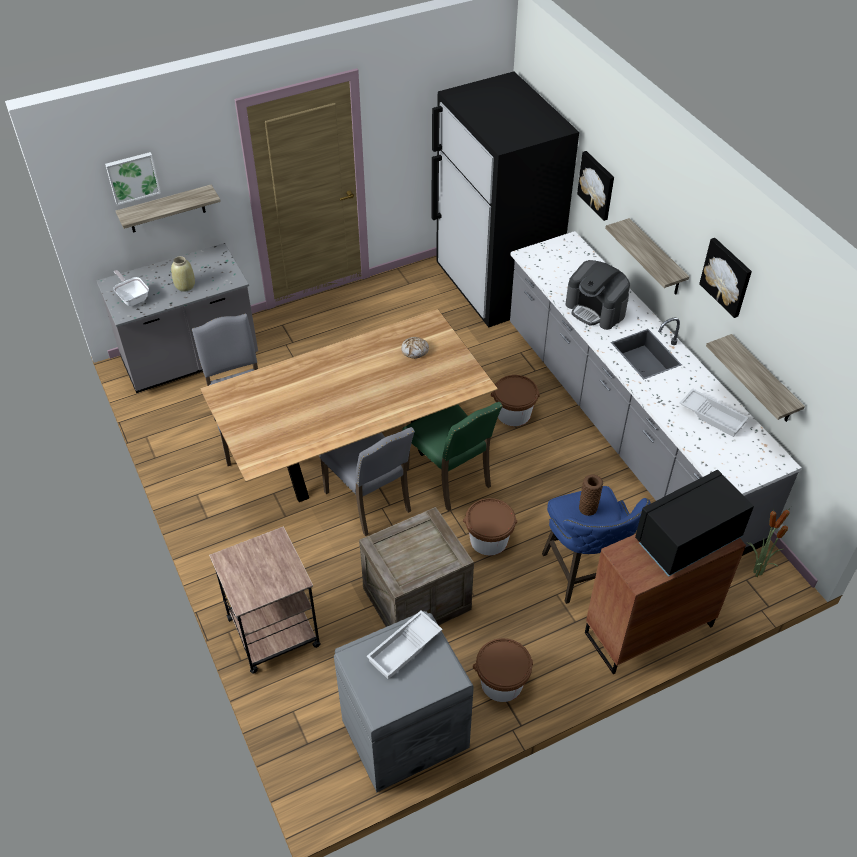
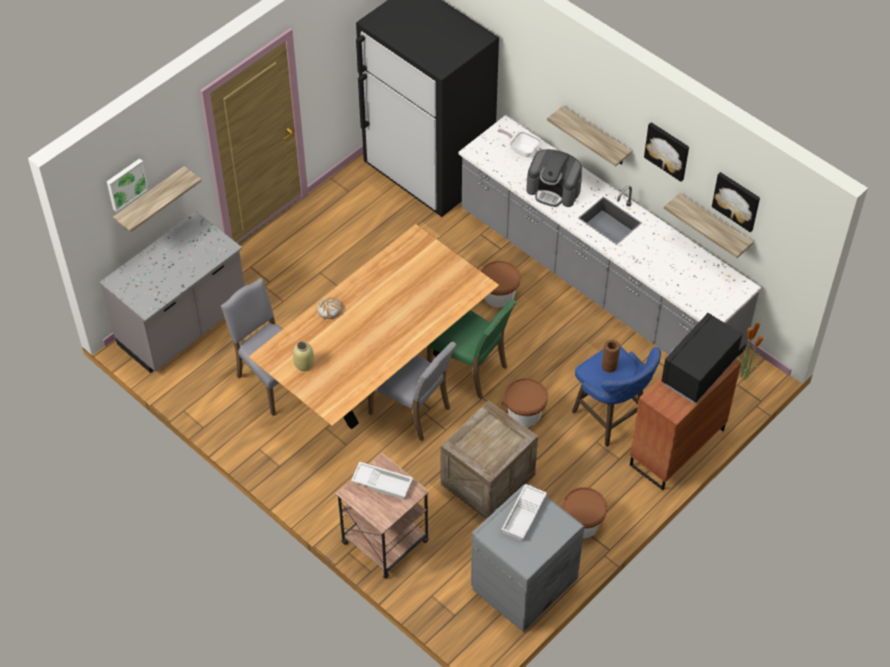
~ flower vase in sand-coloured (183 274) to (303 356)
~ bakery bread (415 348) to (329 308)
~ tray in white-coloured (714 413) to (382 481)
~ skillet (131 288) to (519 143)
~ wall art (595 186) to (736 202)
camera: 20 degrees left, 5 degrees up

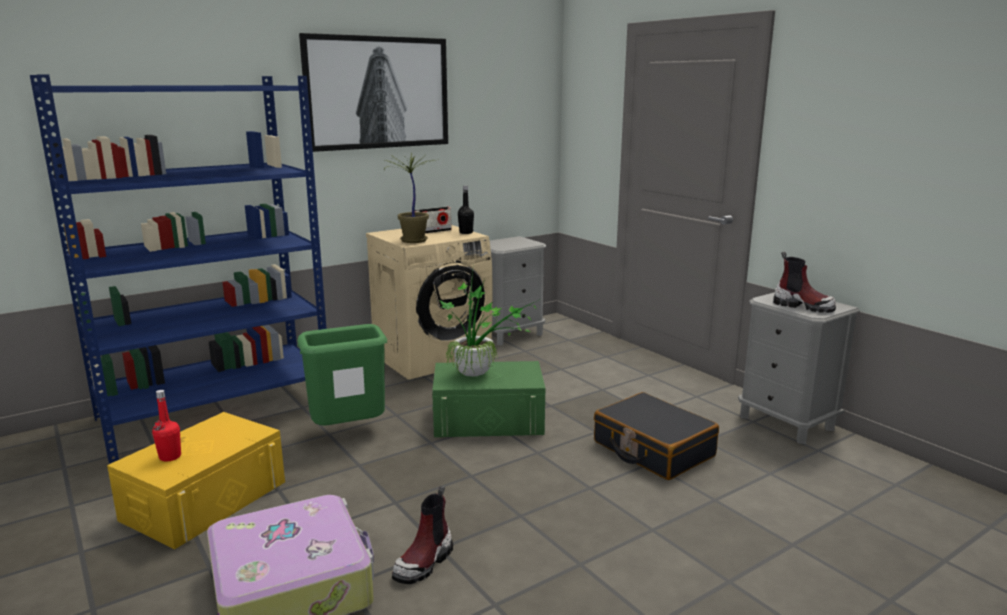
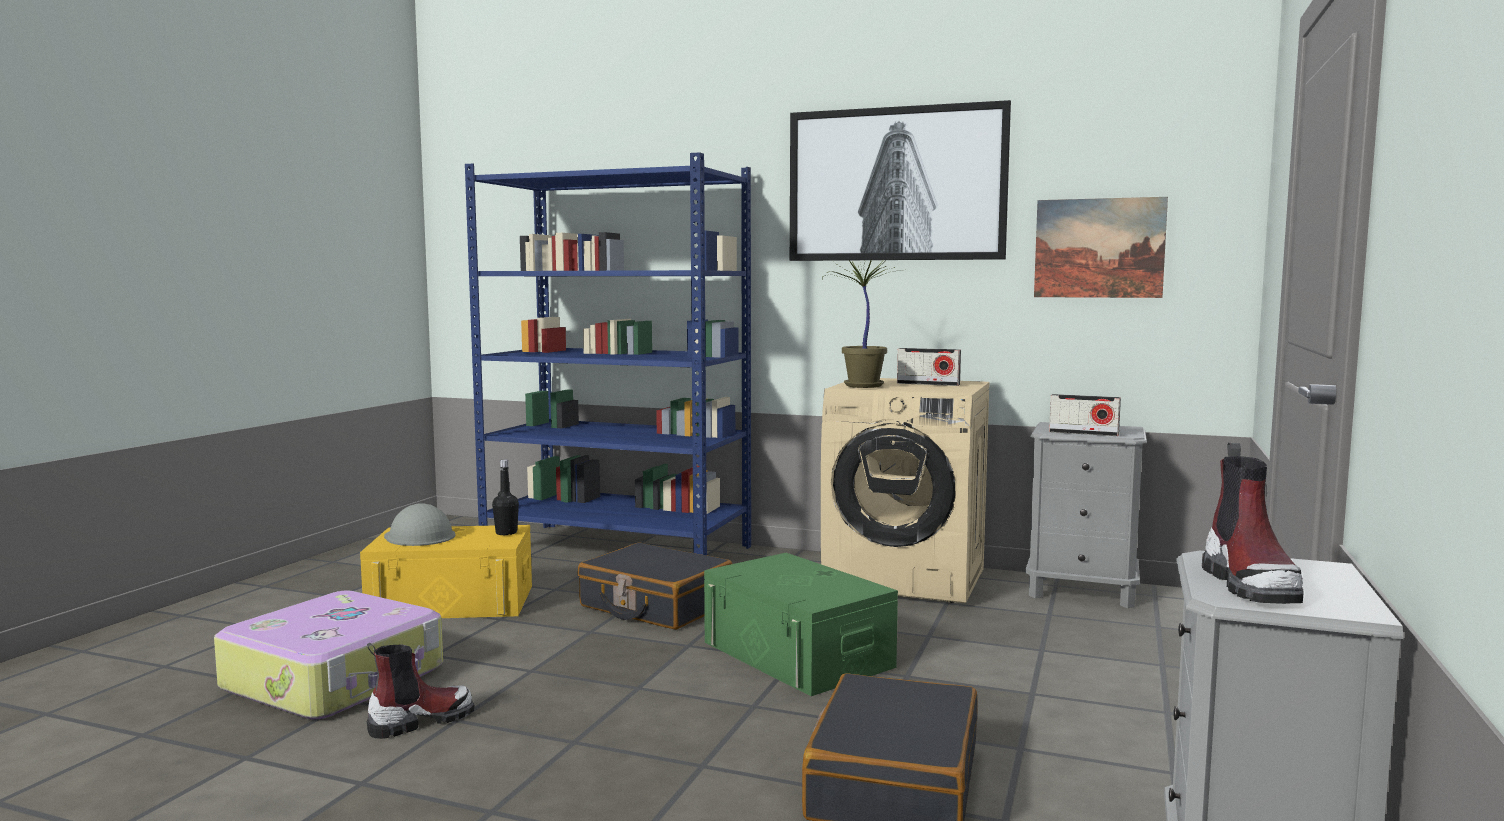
~ high-top boot (422 535) = (420 691) 150 degrees clockwise
~ beverage bottle in red-coloured (166 426) to safety helmet in greyish (420 524)
~ beverage bottle in blackish (466 209) to (505 497)
~ waste bin in greenish (342 375) to suitcase in blackish (655 586)
+ wall art (1101 247)
+ radio set (1085 415)
- plant in a pot (487 324)
camera: 55 degrees right, 10 degrees down

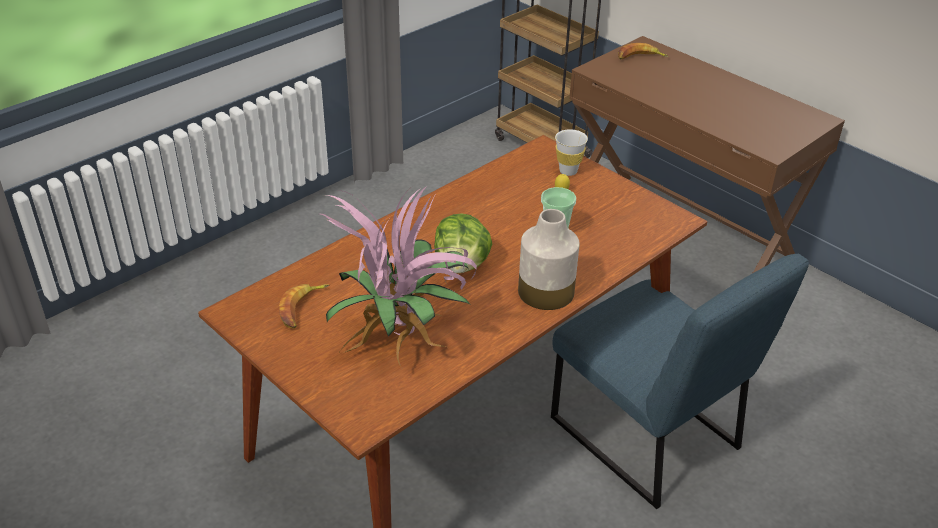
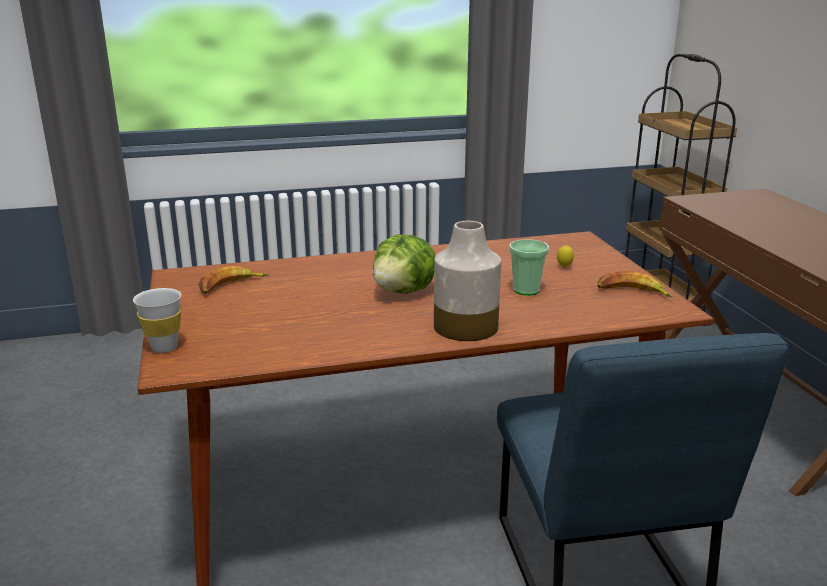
~ cup in white-coloured (571 152) to (157 320)
~ whole banana (643 51) to (634 284)
- plant in a pot (399 277)
camera: 30 degrees right, 15 degrees down

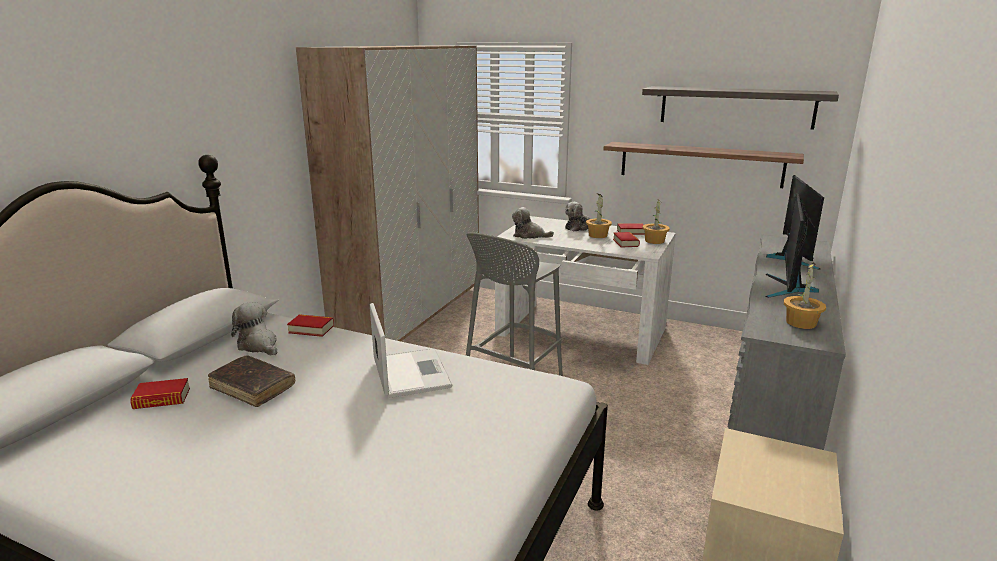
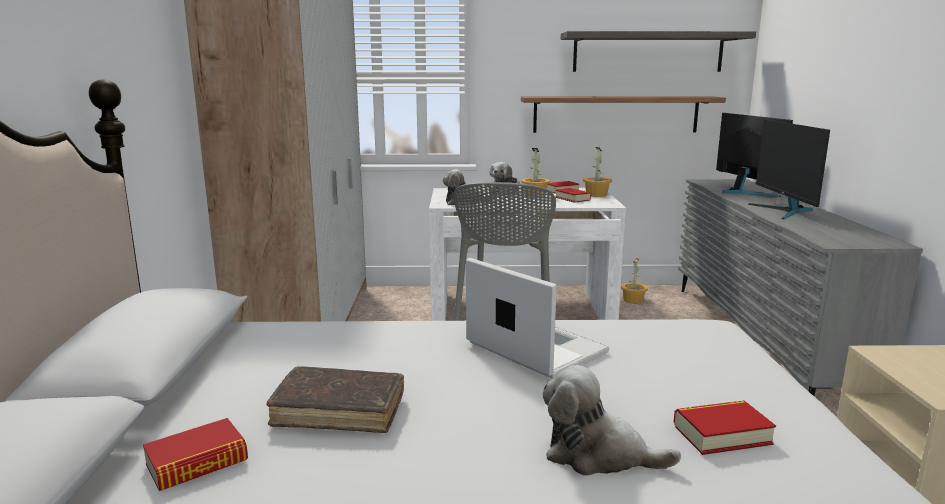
~ cuddly toy (254 329) to (612 420)
~ plant in a pot (805 295) to (634 281)
~ bound book (310 325) to (725 428)
camera: 25 degrees left, 5 degrees down

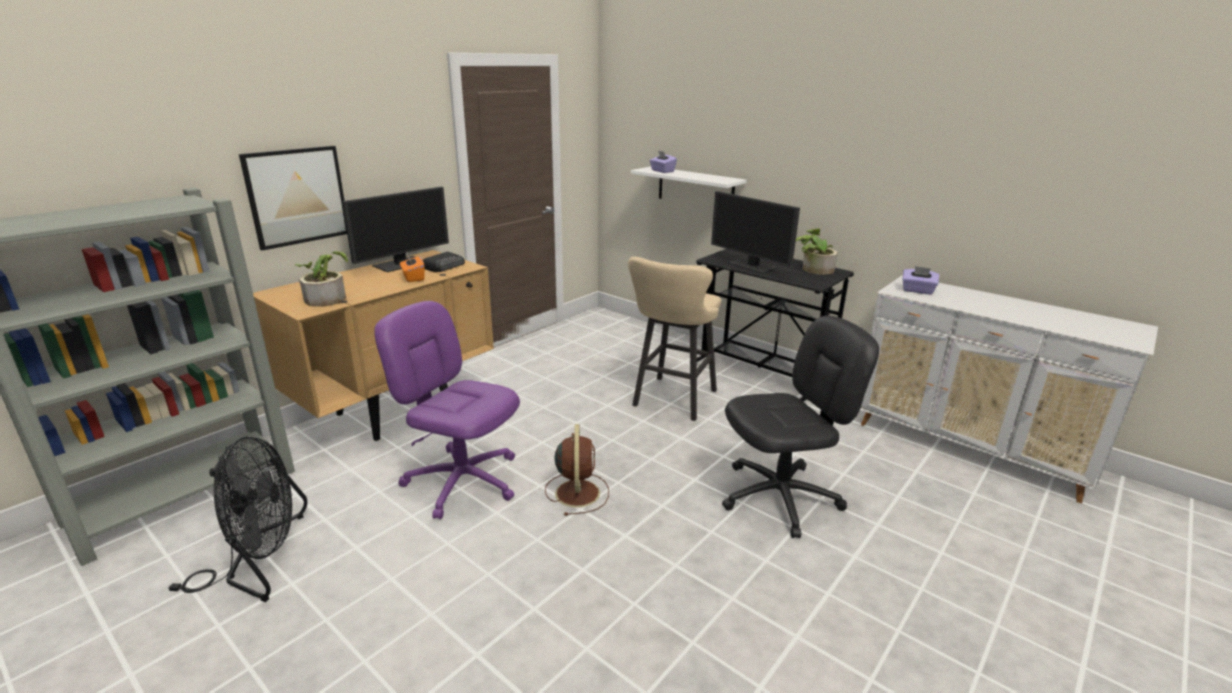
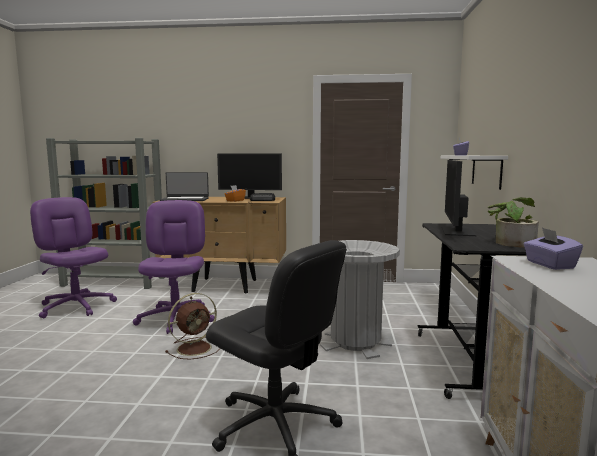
~ fan in blackish (238 519) to desk chair in purple-coloured (73 257)
~ plant in a pot (321 279) to notebook computer (184 186)
~ stool in sand-coloured (674 339) to waste bin in greyish (360 299)
- wall art (293 198)
camera: 55 degrees right, 15 degrees down

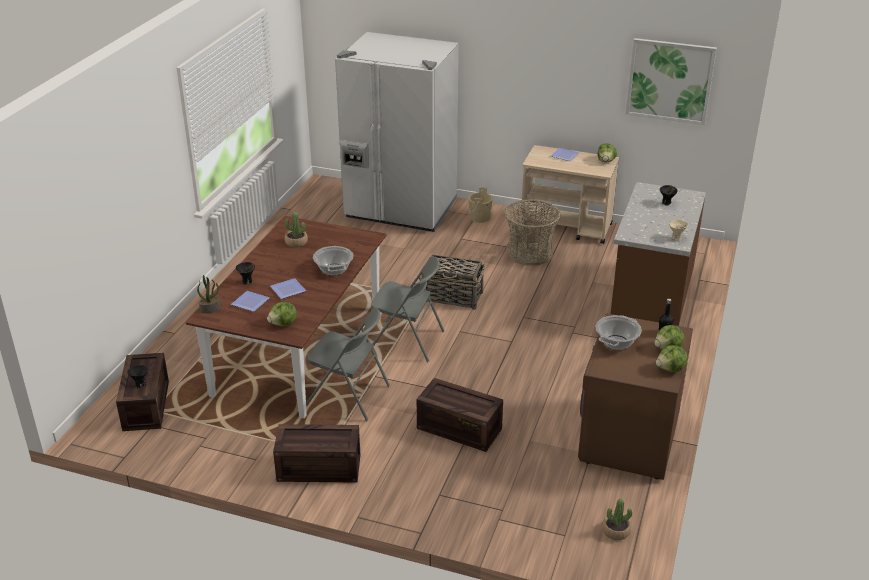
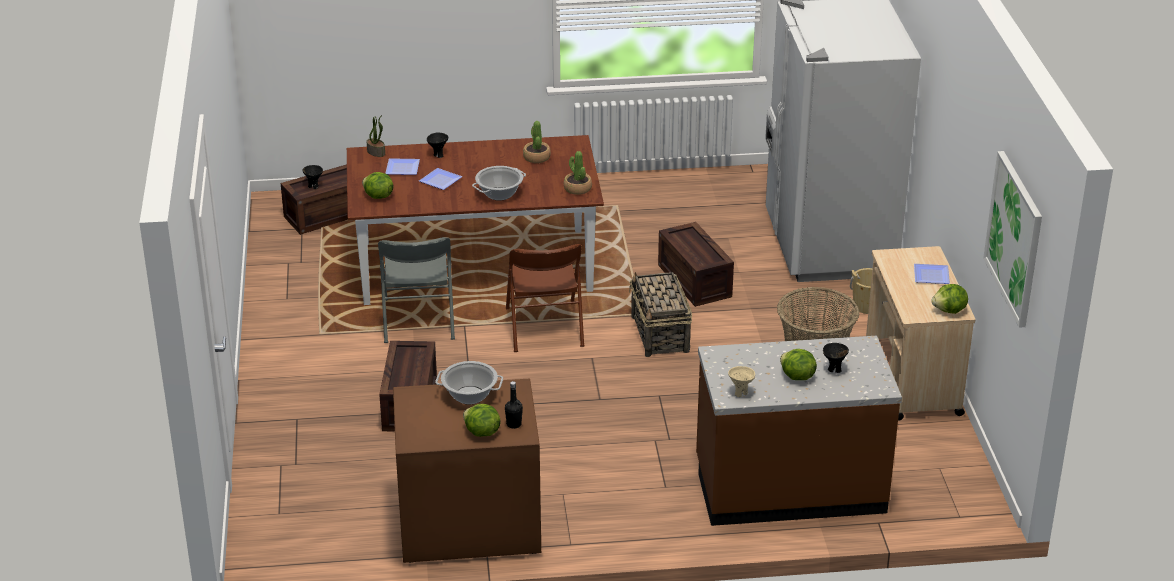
~ chair in greyish (407 309) to chair in brown-coloured (545 298)
~ plant in a pot (617 519) to (578 173)
~ shipping crate (316 453) to (696 264)
~ lettuce head (672 358) to (798 364)
camera: 65 degrees right, 0 degrees up

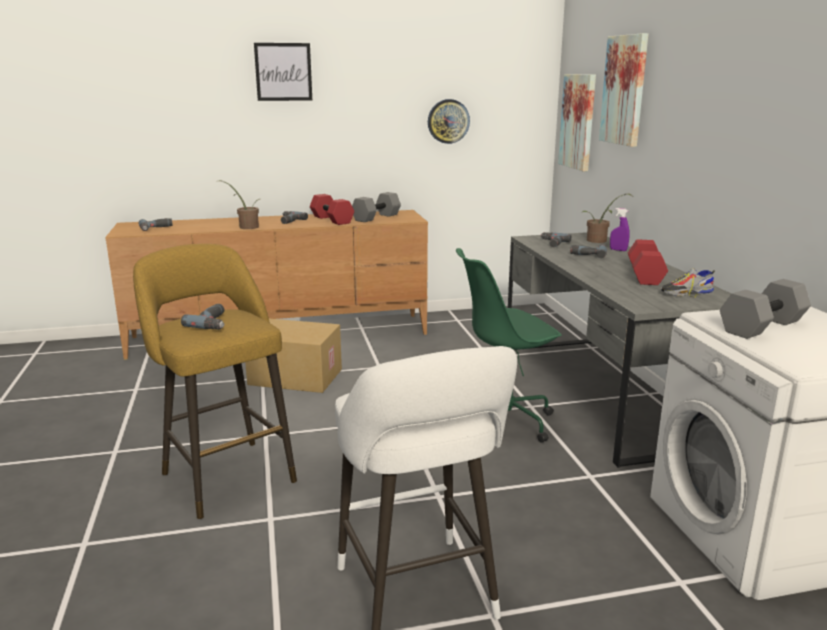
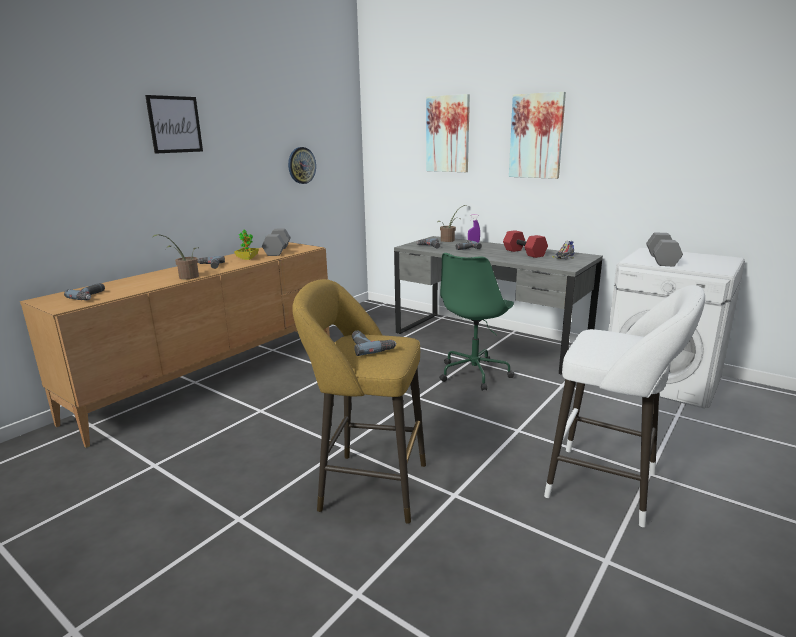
~ dumbbell in red-coloured (332 209) to plant in a pot (246 245)
~ wall art (577 123) to (537 135)
- carton (293 356)
camera: 40 degrees left, 0 degrees up

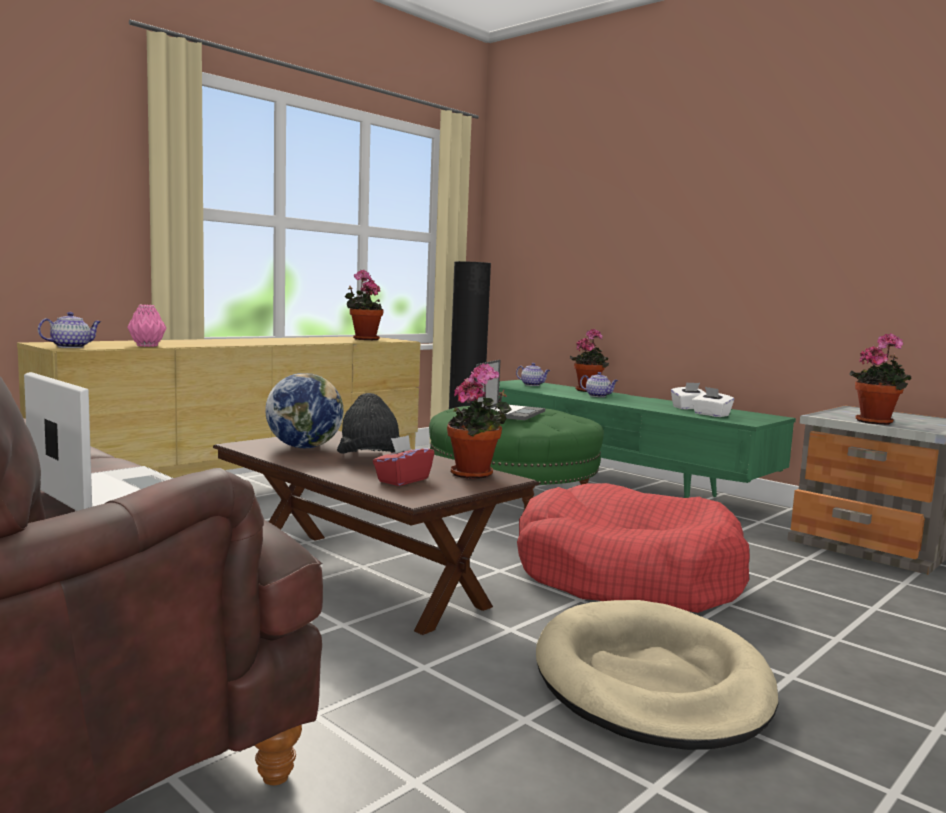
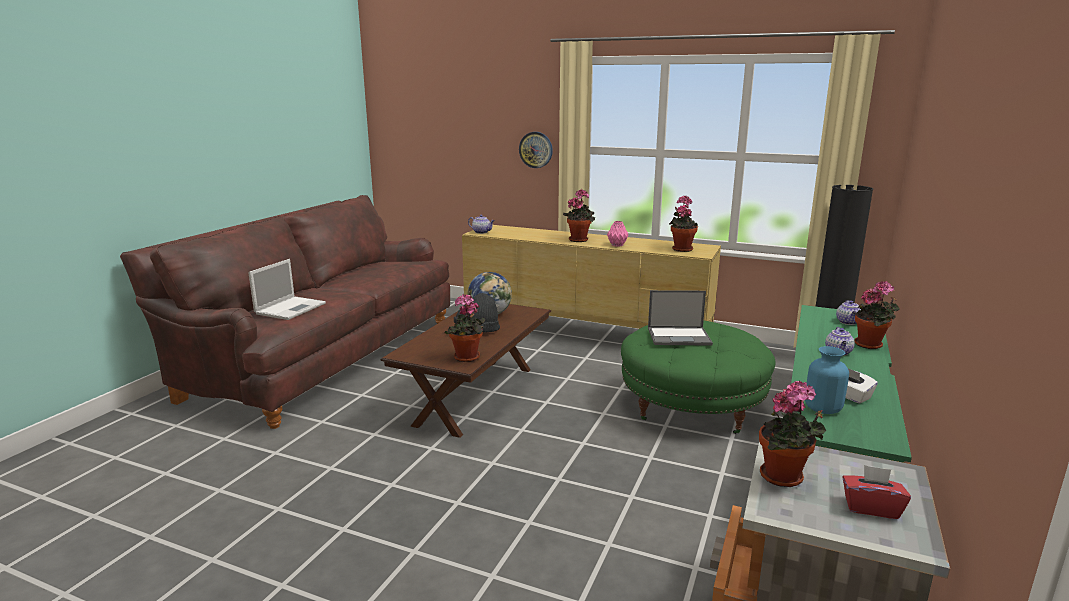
+ hanging clock (536 150)
+ plant in a pot (579 215)
~ flower vase in pink (147 326) to (618 234)
~ tissue holder in white-coloured (713 402) to flower vase in blue-coloured (827 380)
~ tissue holder in red-coloured (403 460) to (876 492)
- dog bed in red-coloured (633 548)
- dog bed in sand-coloured (657 675)
camera: 70 degrees right, 10 degrees up

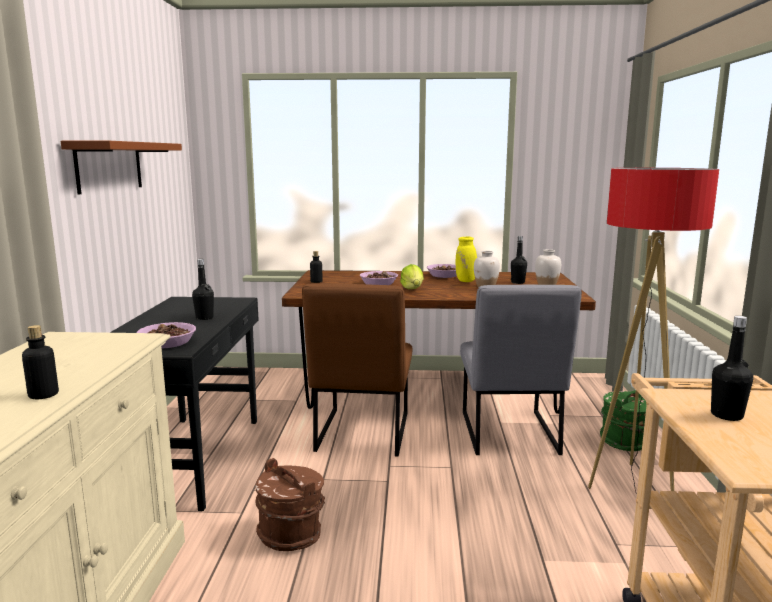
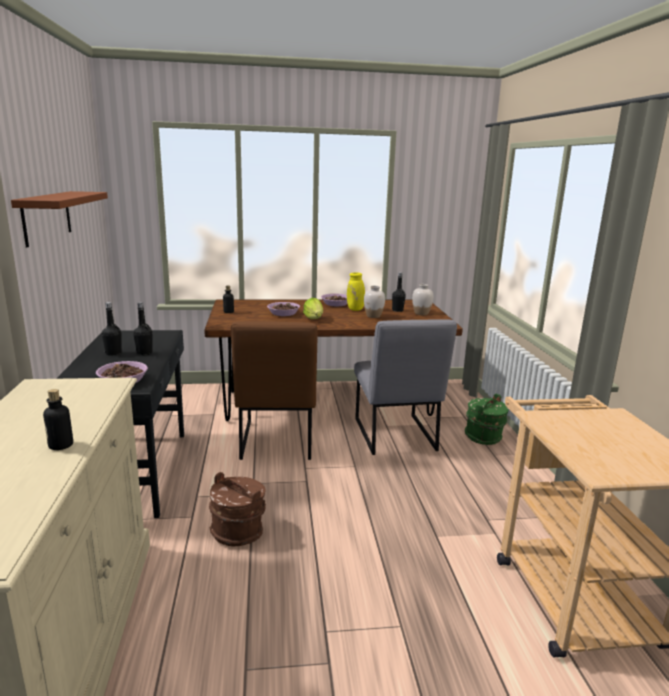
~ beverage bottle in blackish (732 368) to (112 329)
- standard lamp (653 331)
camera: 10 degrees left, 5 degrees up

